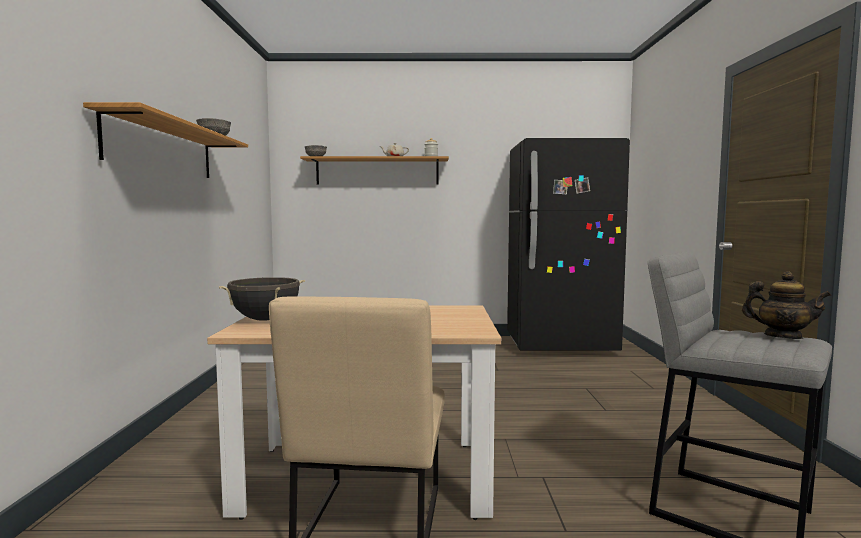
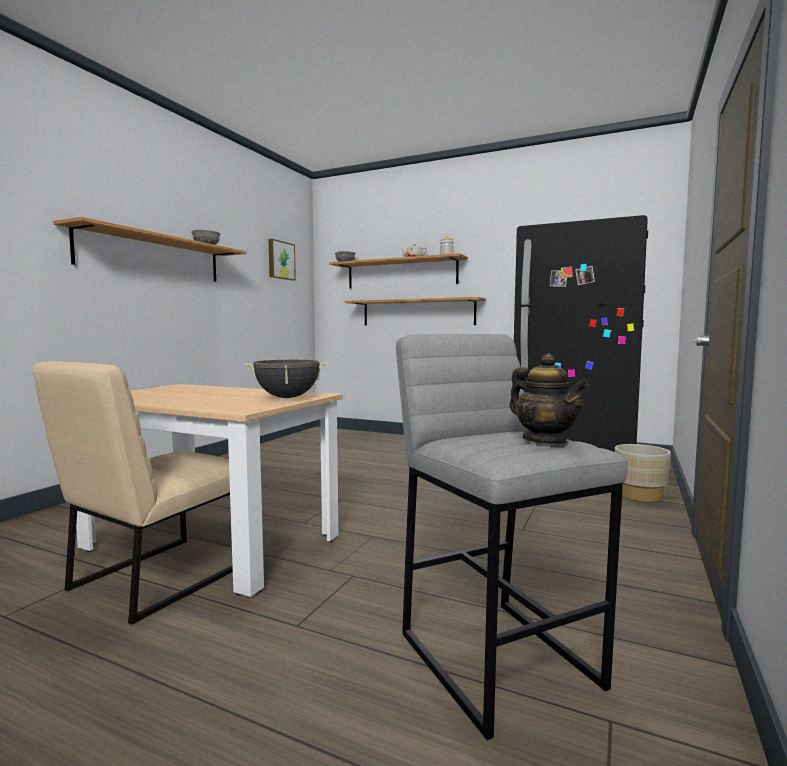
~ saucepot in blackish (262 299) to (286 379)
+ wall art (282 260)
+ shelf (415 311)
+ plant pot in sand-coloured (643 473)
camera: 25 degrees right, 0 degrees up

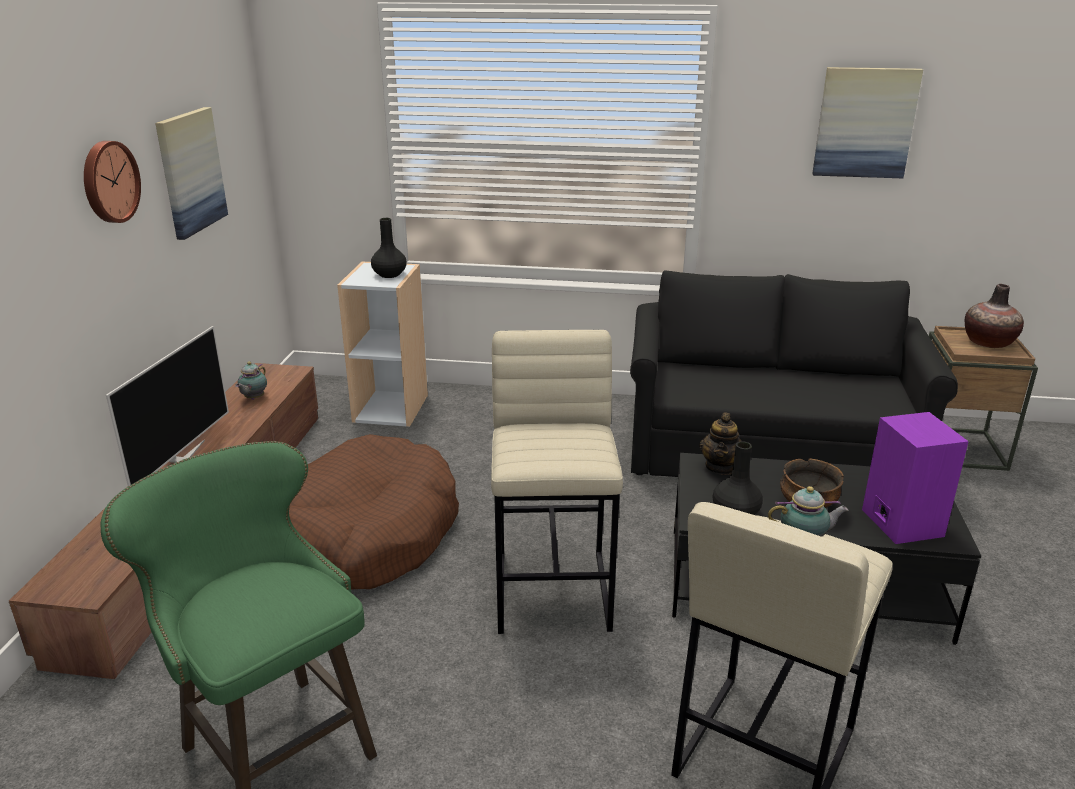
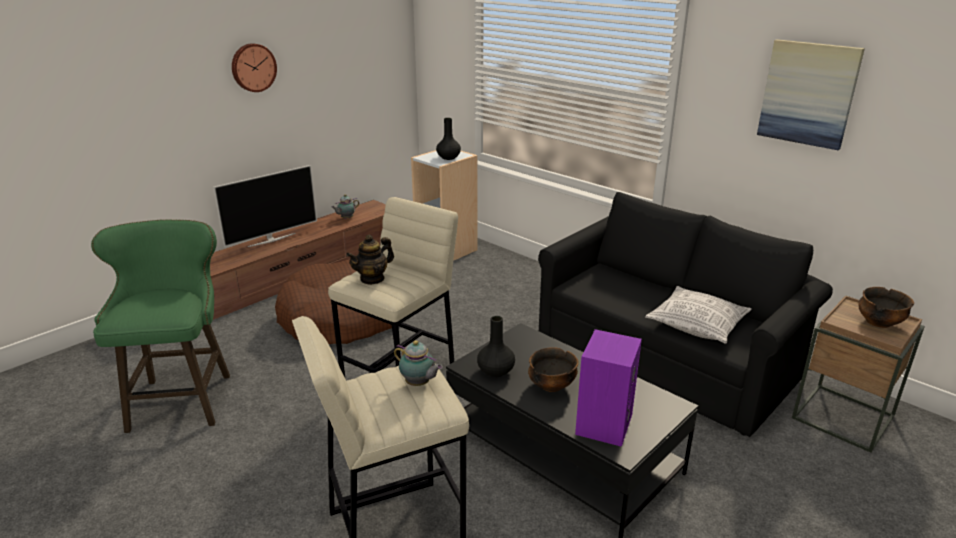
~ tea pot (720 443) to (370 260)
+ pillow (698 315)
~ flower vase (994 316) to bowl (886 307)
- wall art (191 173)
camera: 35 degrees right, 0 degrees up

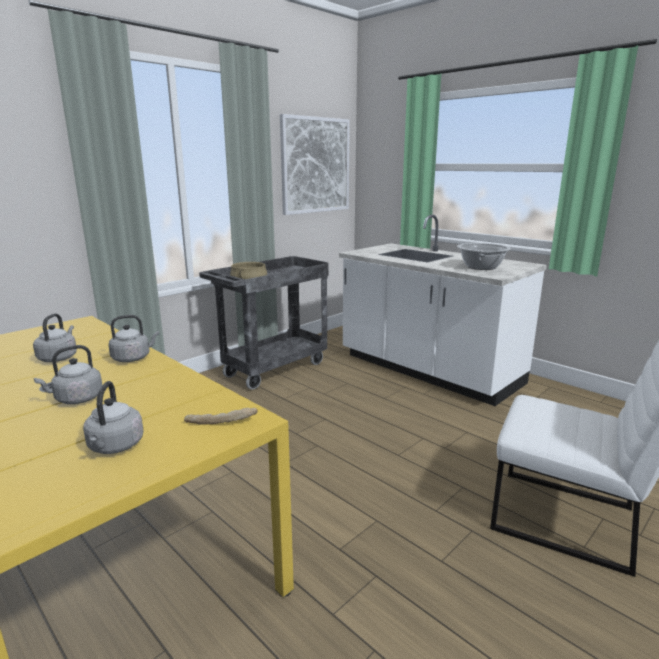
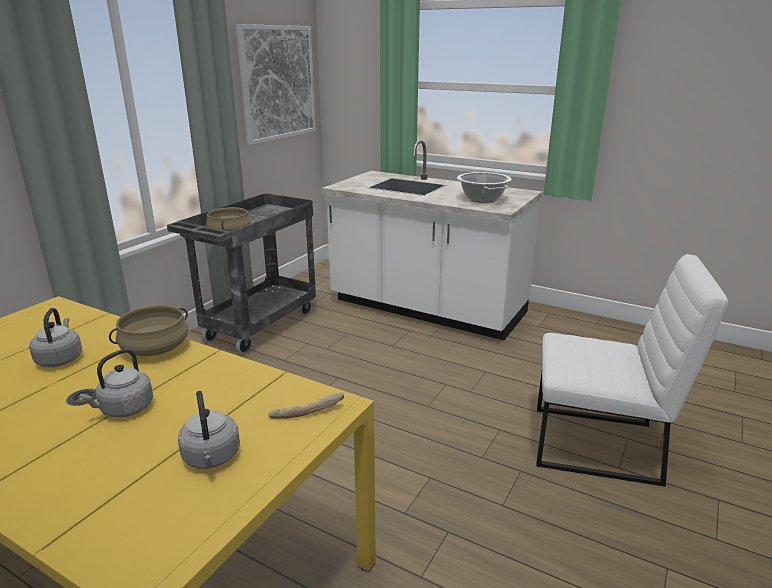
~ tea kettle in greyish (133 338) to saucepot in sand-coloured (148 330)
camera: 15 degrees left, 5 degrees up

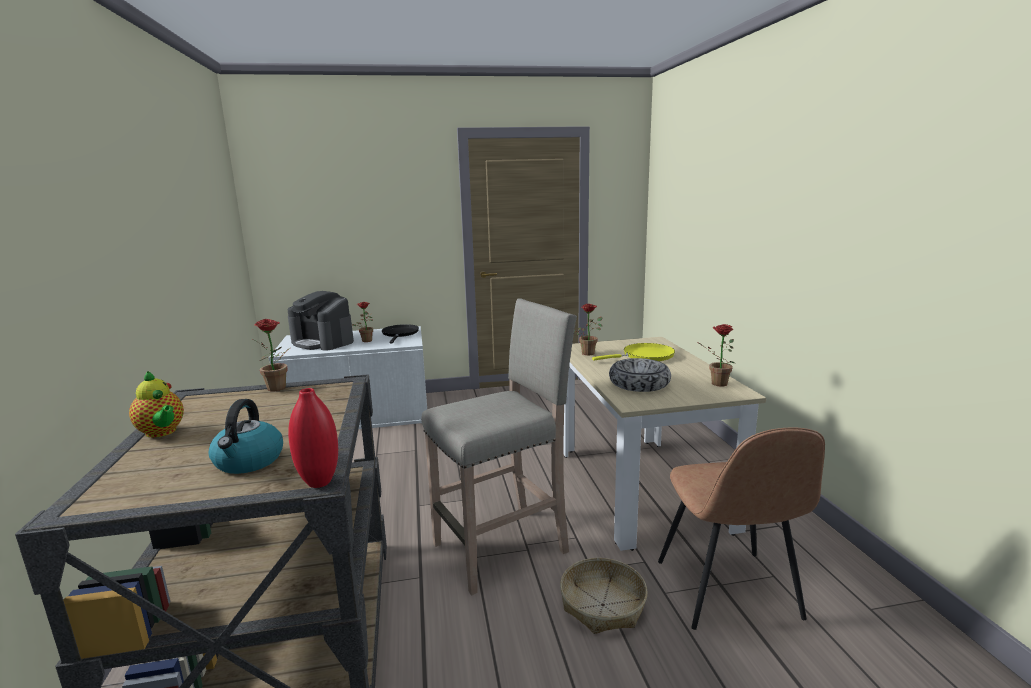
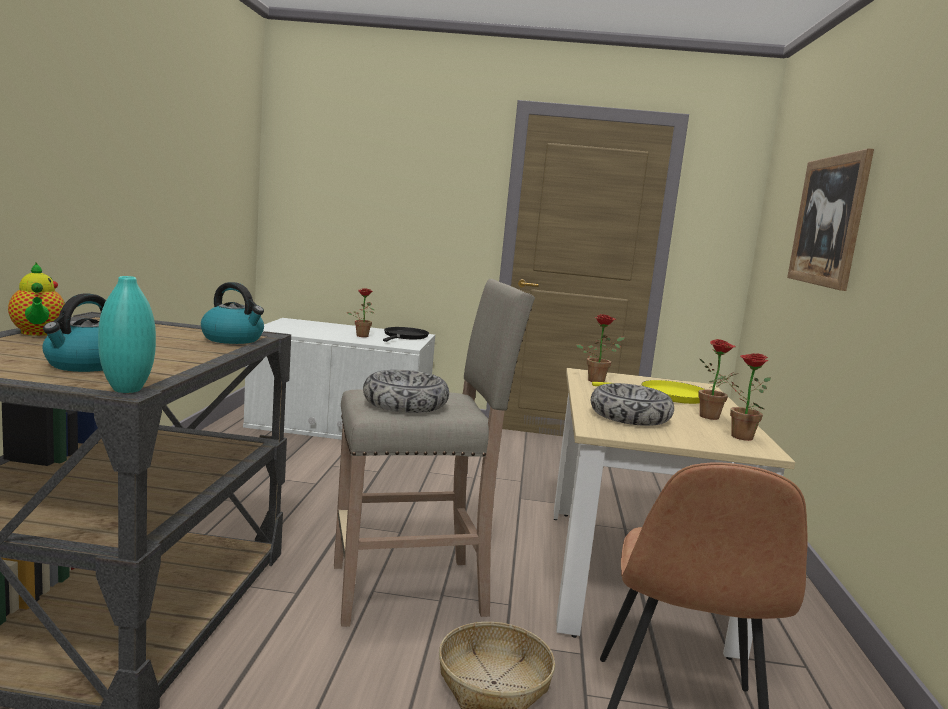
~ flower vase in red-coloured (313 438) to flower vase in turquoise-coloured (127 334)
+ tea kettle (232 313)
+ bowl (406 391)
~ plant in a pot (271 355) to (718 379)
+ wall art (830 219)
- coffee maker (321 320)
camera: 15 degrees right, 5 degrees down

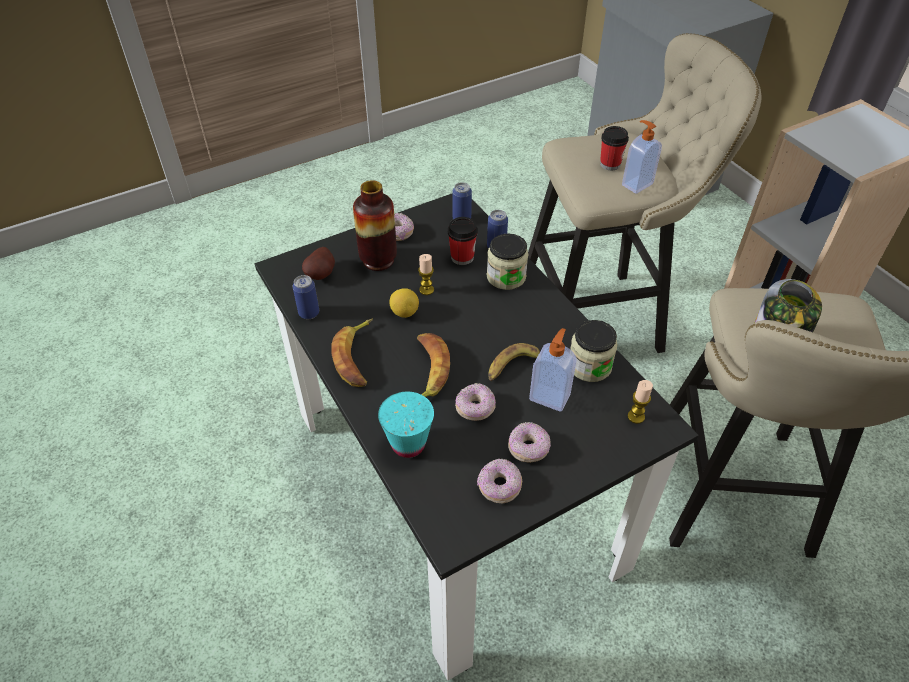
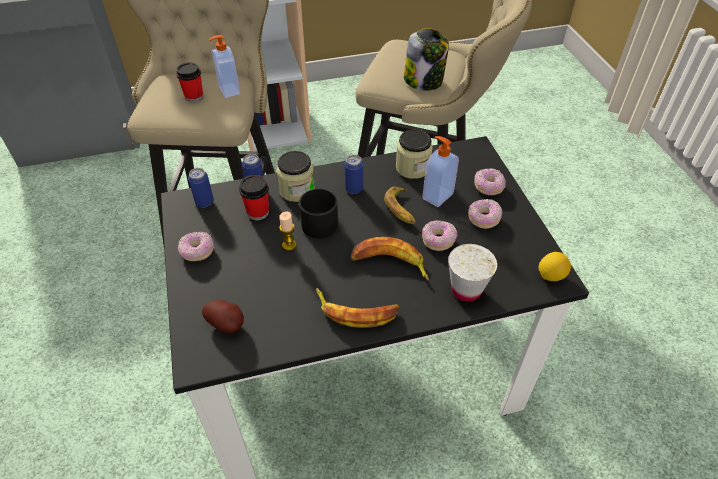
+ tea mug in blackish (318 214)
~ sealed can (306 297) to (353 174)
~ cup in turquoise-coloured (406 425) to cup in white-coloured (472 273)
~ doughnut (499 481) to (490 181)
~ lemon (404 303) to (554 266)
- flower vase (375 225)
- candle (640 402)
camera: 75 degrees left, 0 degrees up

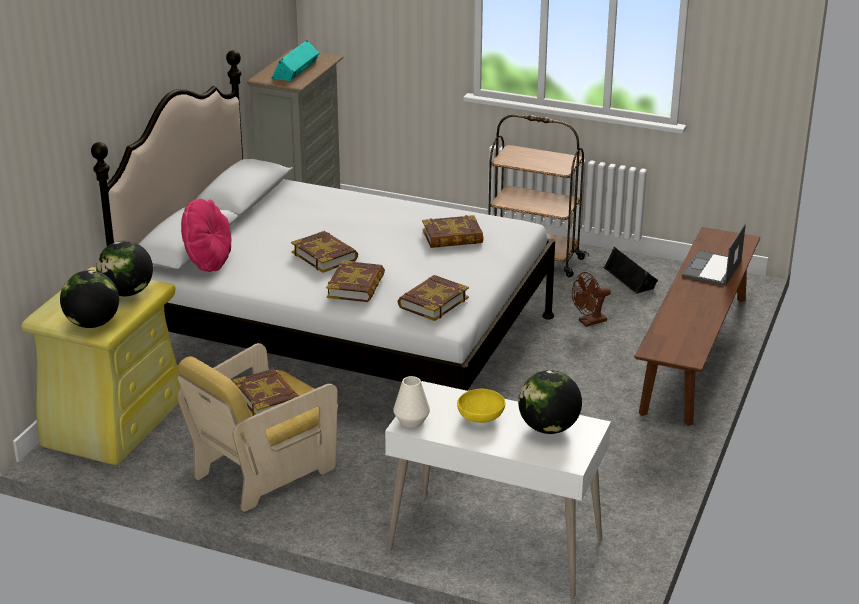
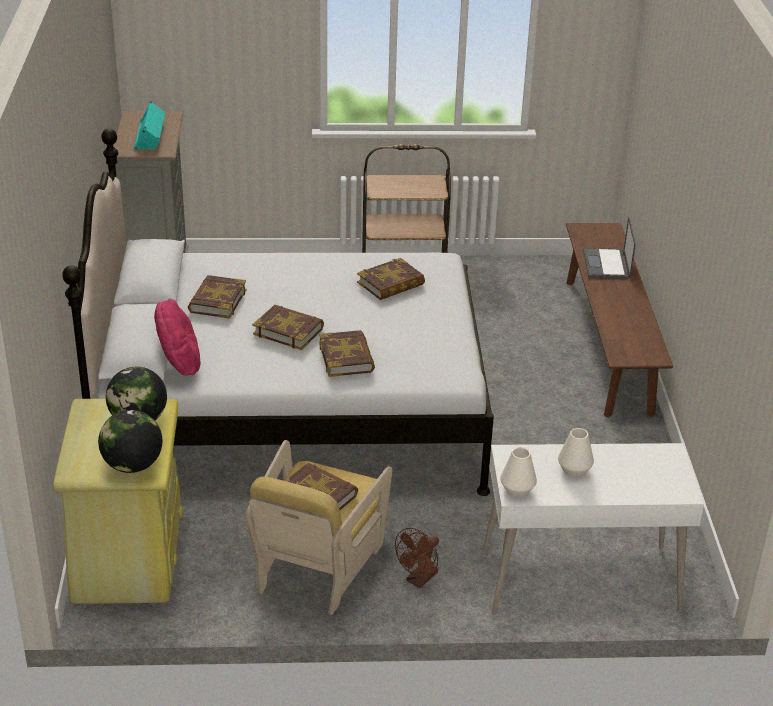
~ bound book (433 298) to (217 297)
~ fan in brown-coloured (591 299) to (417 558)
~ bowl in yellowish (481 406) to flower vase in white-coloured (576 452)
- world globe (550 402)
- loudspeaker in blackish (631 270)
camera: 25 degrees left, 5 degrees up

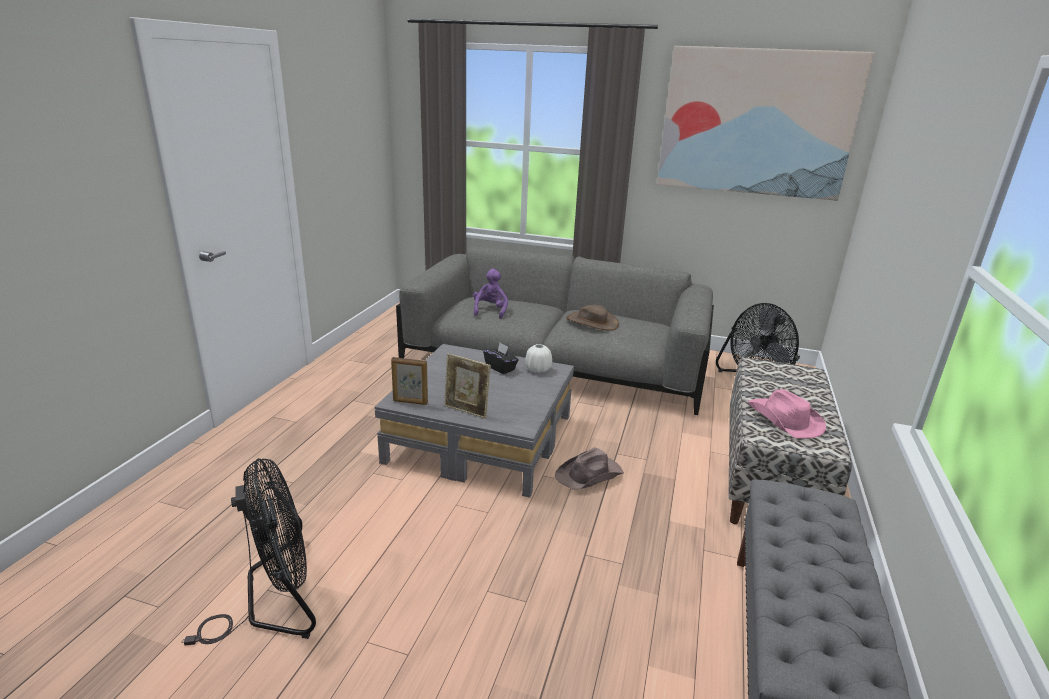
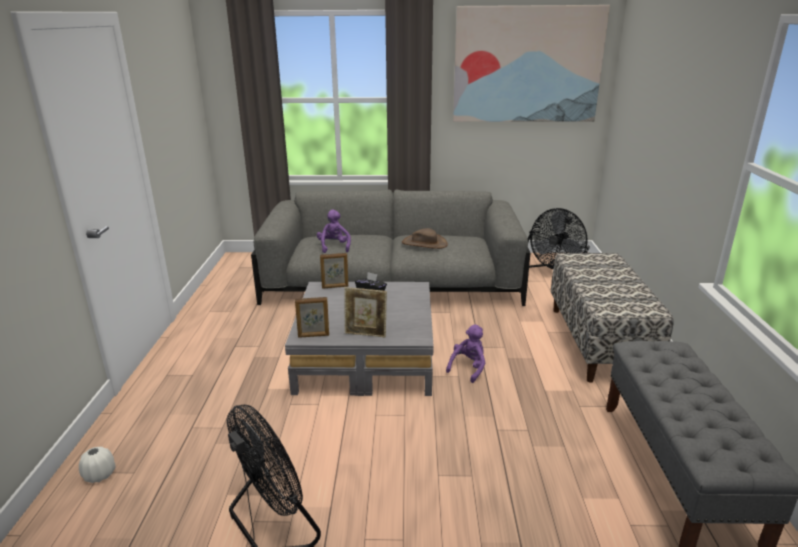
~ flower vase in white-coloured (538 358) to (97 465)
+ photo frame (334 271)
~ wearable hat in brown-coloured (589 468) to cuddly toy in purple-coloured (465 354)
- wearable hat in pink (787 413)
camera: 15 degrees left, 0 degrees up

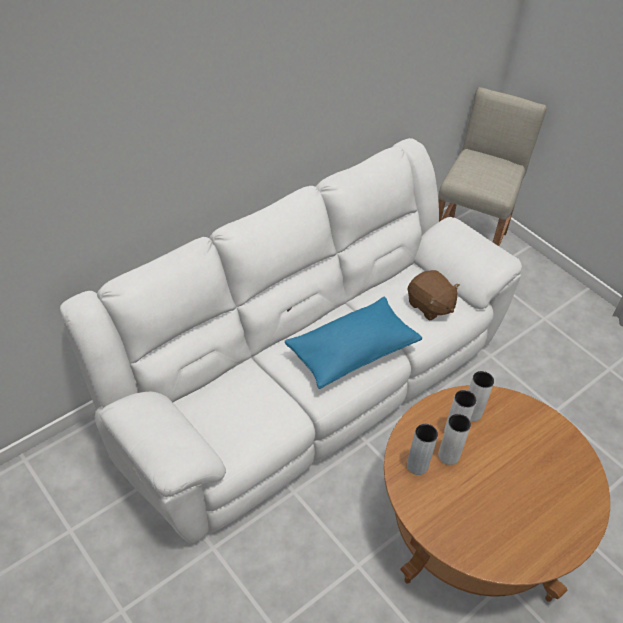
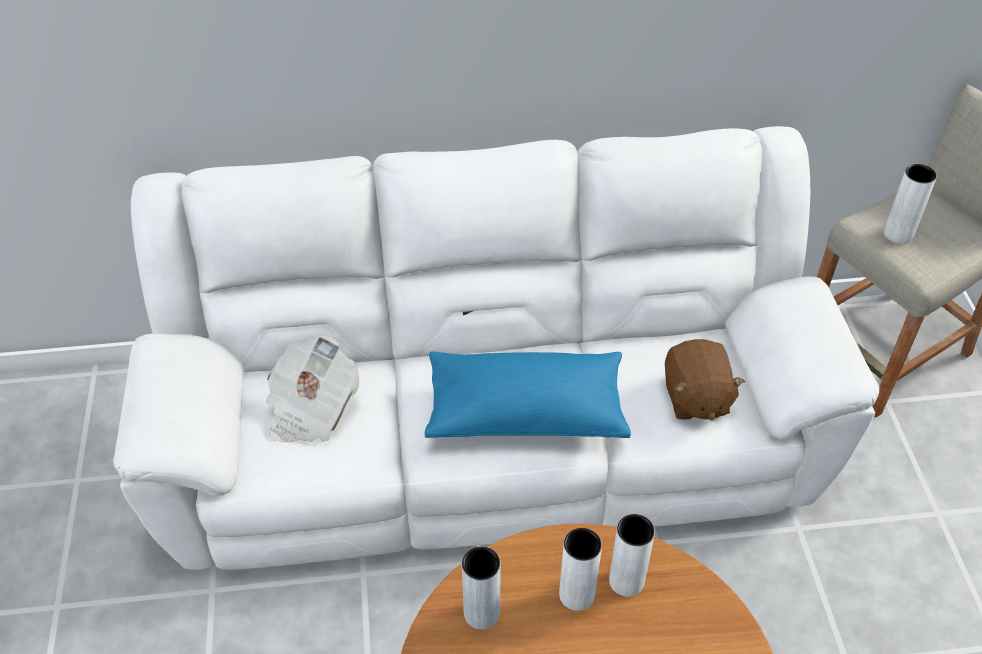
+ newspaper (312 389)
~ flower vase in white-coloured (454 439) to (910 204)
camera: 35 degrees right, 0 degrees up

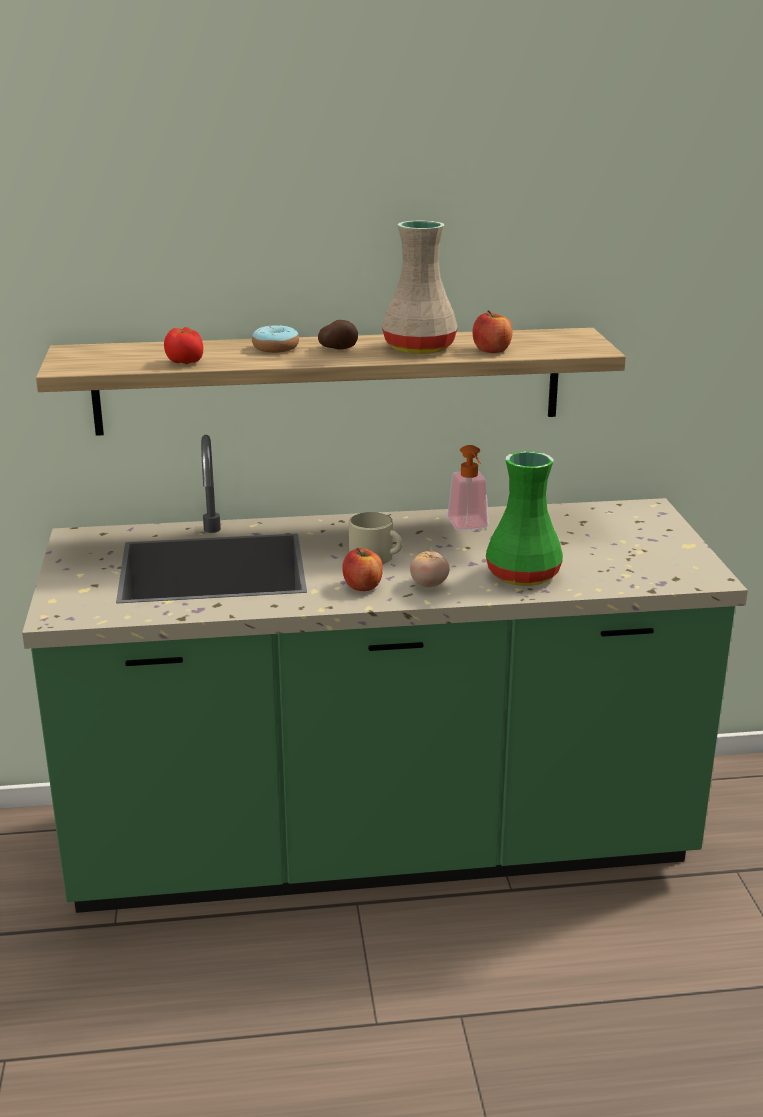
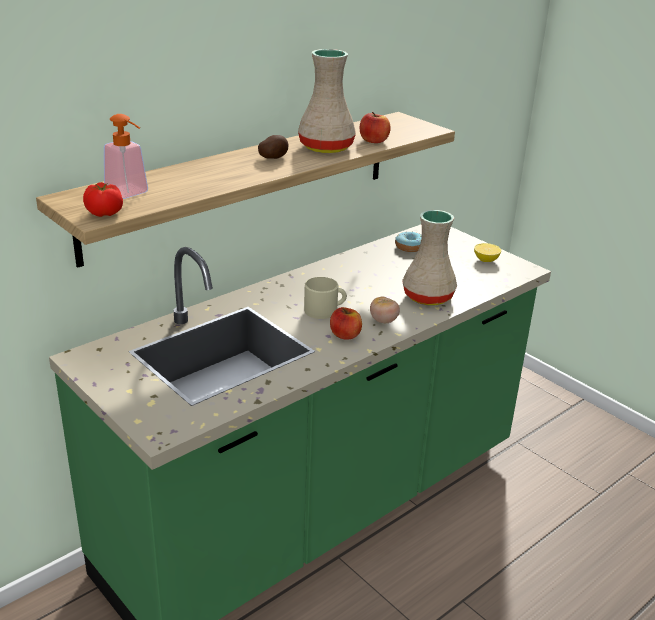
~ fresh tomato (183 345) to (103 199)
~ soap dispenser (467 487) to (126 156)
~ doughnut (275 339) to (408 242)
~ flower vase in greenish (524 518) to flower vase in sand-coloured (429 257)
+ lemon (487 252)
camera: 35 degrees left, 5 degrees up

